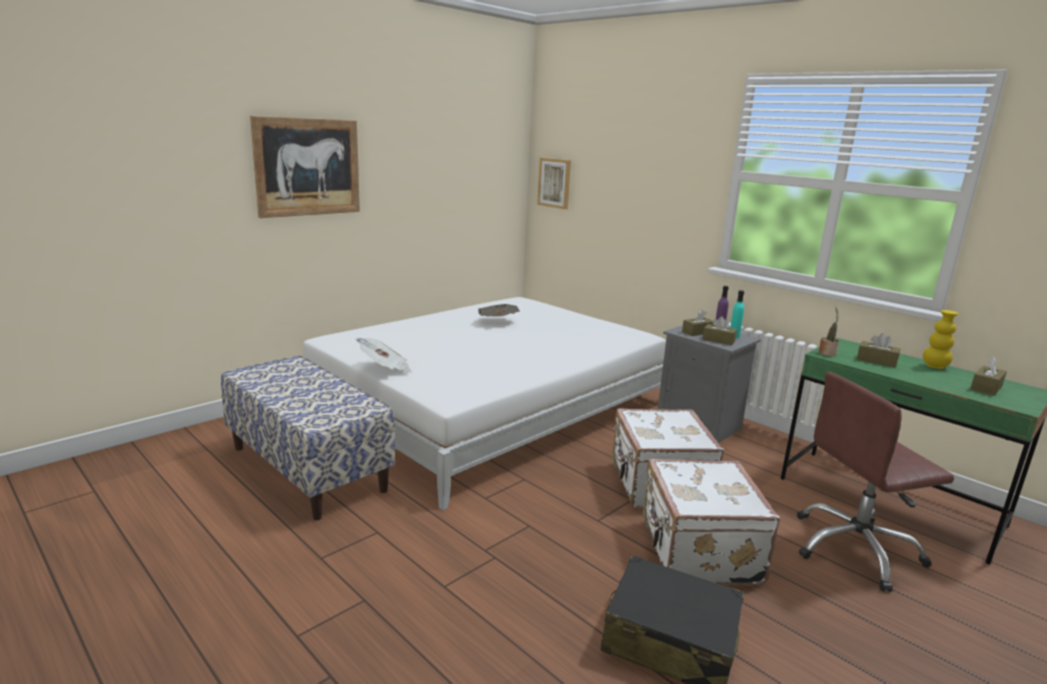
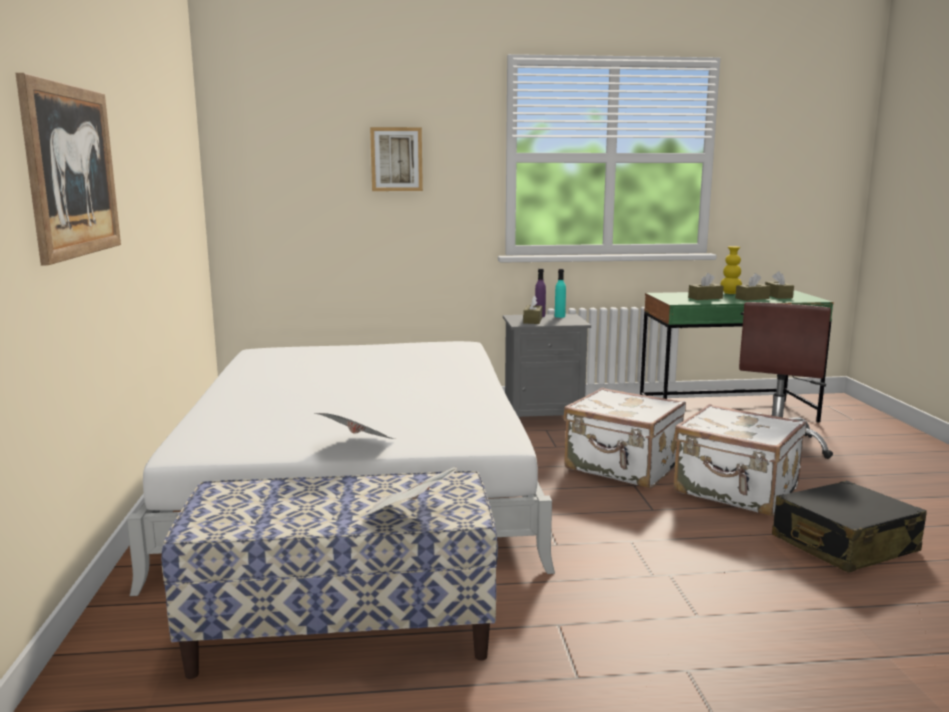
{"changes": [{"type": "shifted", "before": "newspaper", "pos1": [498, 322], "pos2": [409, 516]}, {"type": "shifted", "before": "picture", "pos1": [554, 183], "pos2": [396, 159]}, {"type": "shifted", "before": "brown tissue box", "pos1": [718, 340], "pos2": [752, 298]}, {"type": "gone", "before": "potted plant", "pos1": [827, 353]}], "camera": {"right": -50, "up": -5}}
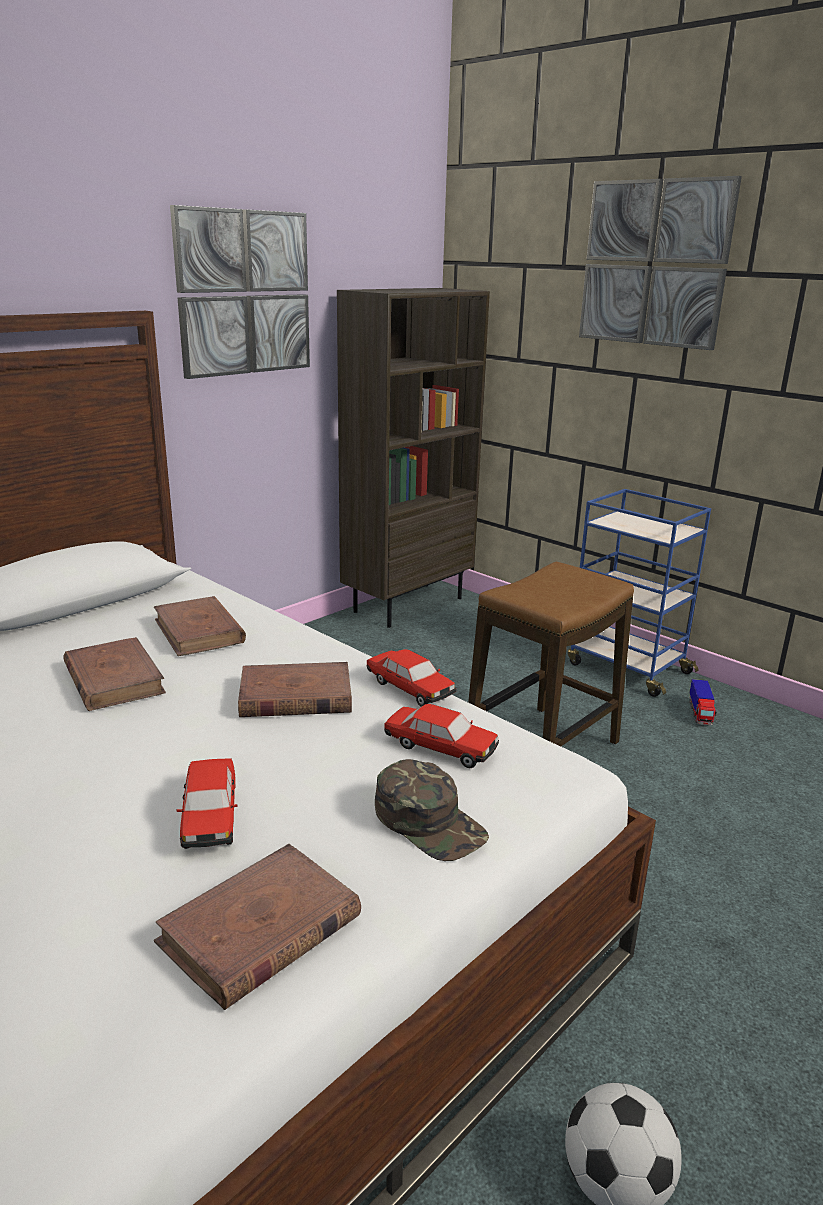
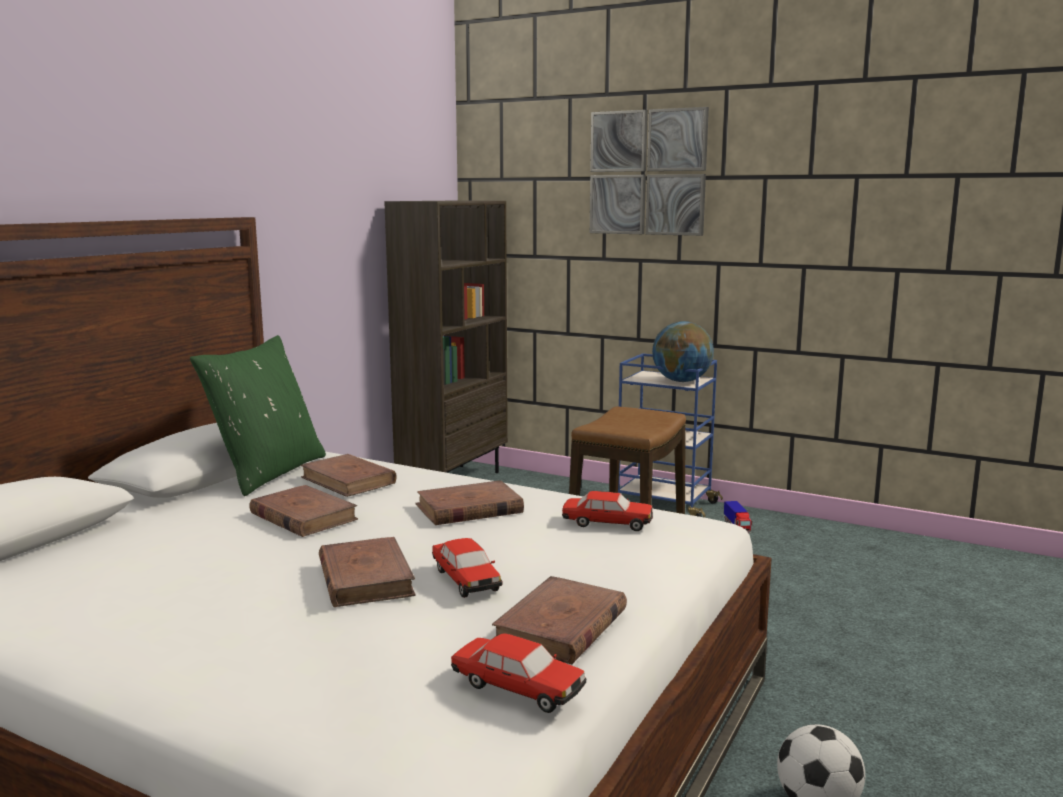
{"changes": [{"type": "new", "after": "green pillow", "pos2": [268, 472]}, {"type": "new", "after": "brown book", "pos2": [365, 577]}, {"type": "shifted", "before": "toy car", "pos1": [409, 688], "pos2": [517, 687]}, {"type": "new", "after": "globe", "pos2": [681, 381]}, {"type": "gone", "before": "picture", "pos1": [244, 293]}, {"type": "gone", "before": "green cap", "pos1": [430, 821]}], "camera": {"right": -15, "up": -10}}
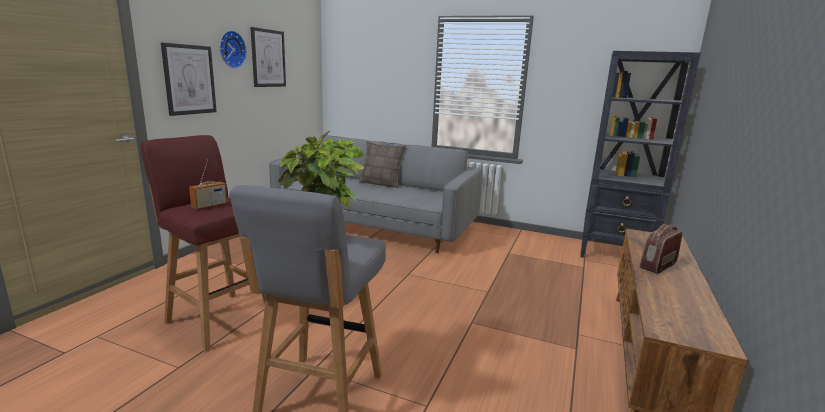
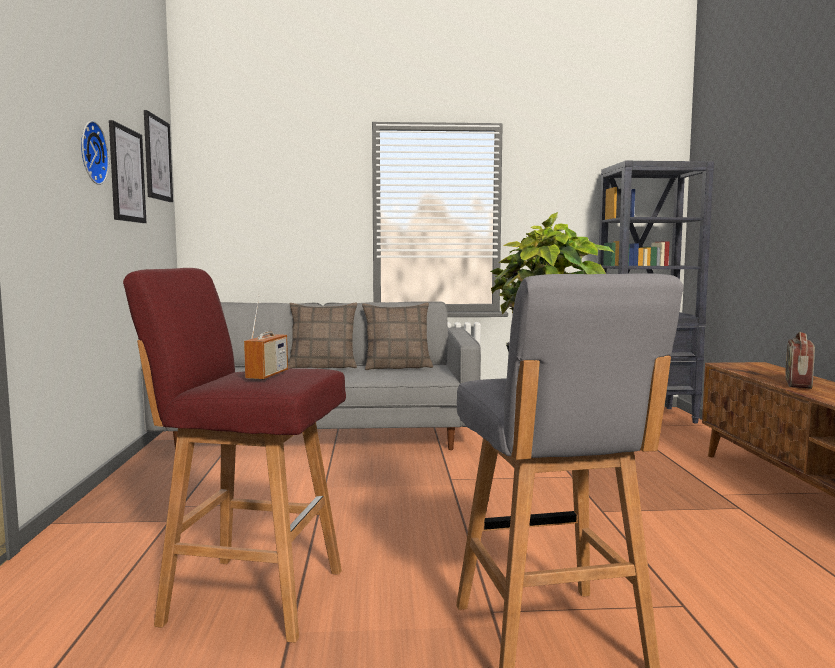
{"changes": [{"type": "shifted", "before": "picture", "pos1": [189, 79], "pos2": [157, 158]}, {"type": "new", "after": "pillow", "pos2": [397, 367]}], "camera": {"right": -25, "up": -10}}
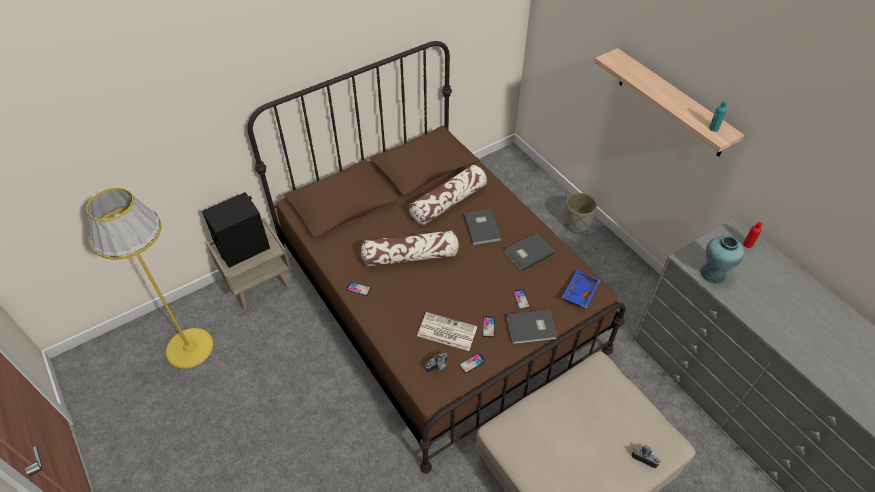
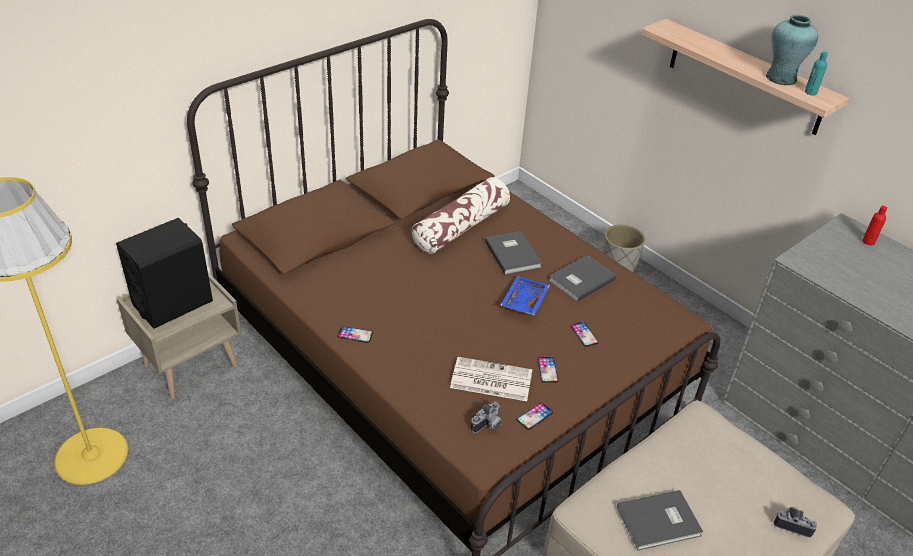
{"changes": [{"type": "shifted", "before": "blue tray", "pos1": [579, 292], "pos2": [523, 301]}, {"type": "shifted", "before": "grey book", "pos1": [532, 328], "pos2": [660, 522]}, {"type": "shifted", "before": "turquoise vase", "pos1": [712, 274], "pos2": [780, 78]}, {"type": "gone", "before": "pillow", "pos1": [410, 256]}], "camera": {"right": -10, "up": -10}}
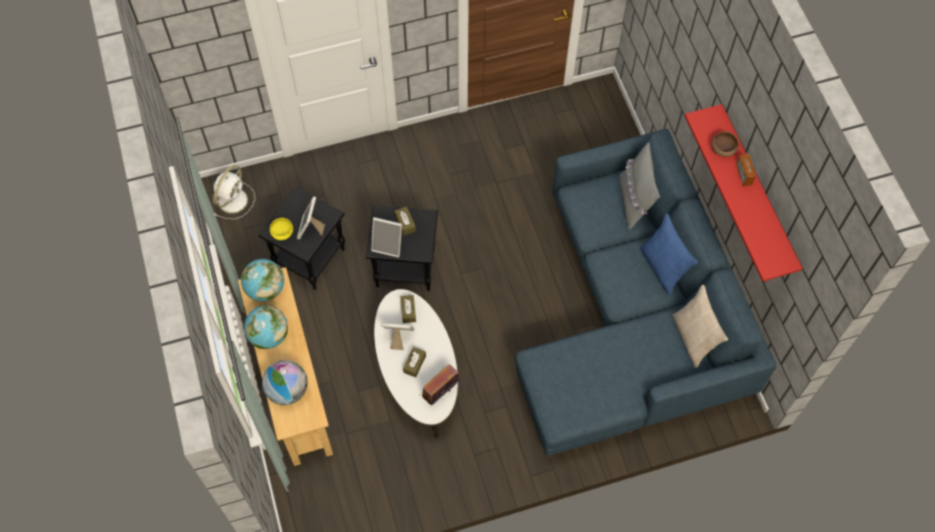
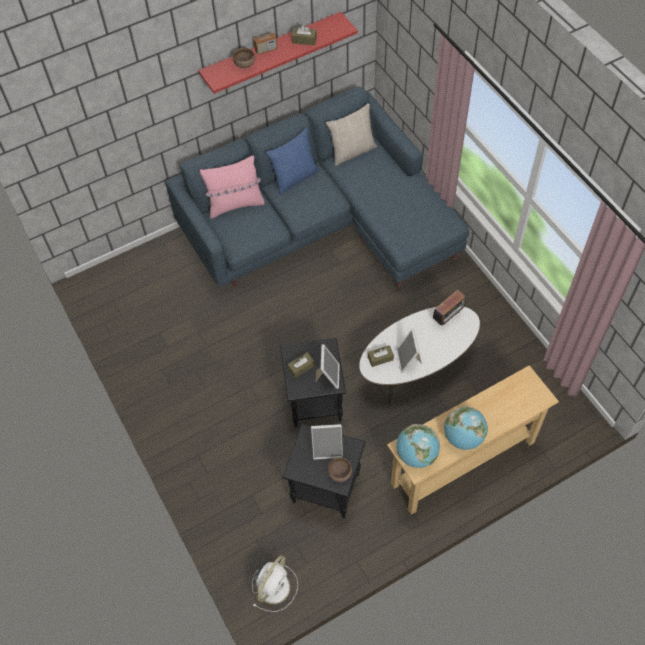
{"changes": [{"type": "repainted", "before": "grey pillow", "after": "pink pillow", "pos1": [634, 202], "pos2": [235, 204]}, {"type": "rotated", "before": "white fan", "pos1": [233, 199], "pos2": [274, 586], "turn": 105}, {"type": "shifted", "before": "brown tissue box", "pos1": [414, 364], "pos2": [304, 40]}, {"type": "repainted", "before": "yellow bowl", "after": "brown bowl", "pos1": [282, 233], "pos2": [340, 473]}, {"type": "rotated", "before": "radio", "pos1": [440, 392], "pos2": [448, 317], "turn": -75}, {"type": "gone", "before": "globe", "pos1": [287, 390]}], "camera": {"right": -100, "up": -5}}
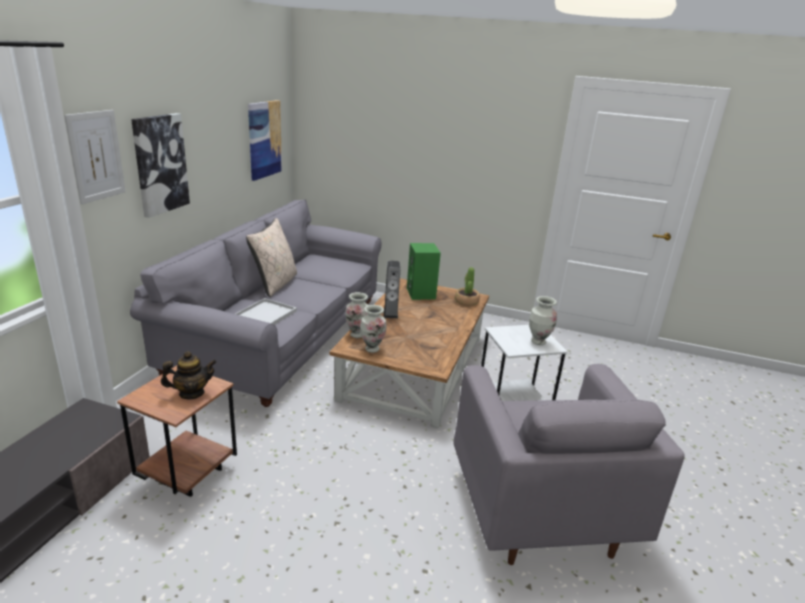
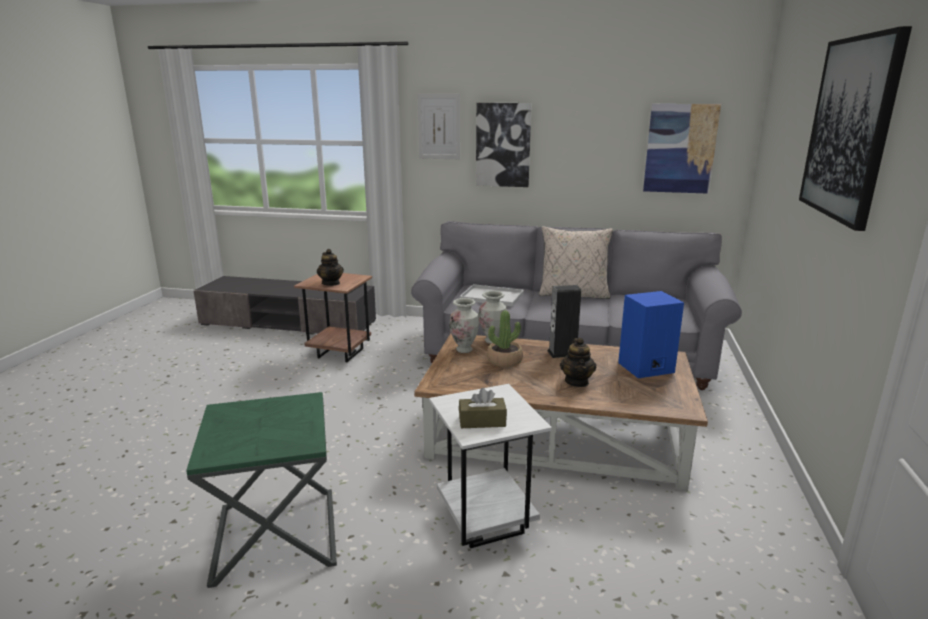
{"changes": [{"type": "swapped", "before": "grey armchair", "after": "green side table", "pos1": [538, 510], "pos2": [276, 536]}, {"type": "swapped", "before": "vase", "after": "brown tissue box", "pos1": [538, 341], "pos2": [482, 421]}, {"type": "shifted", "before": "potted plant", "pos1": [466, 301], "pos2": [504, 360]}, {"type": "new", "after": "teapot", "pos2": [577, 382]}, {"type": "repainted", "before": "green speaker", "after": "blue speaker", "pos1": [421, 294], "pos2": [645, 368]}, {"type": "new", "after": "picture", "pos2": [849, 128]}], "camera": {"right": 85, "up": -5}}
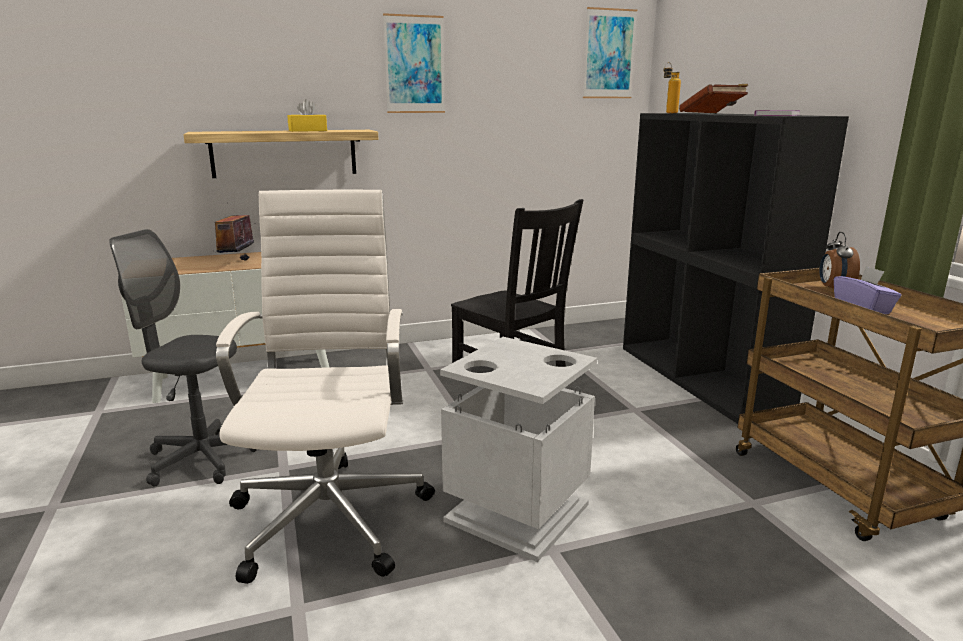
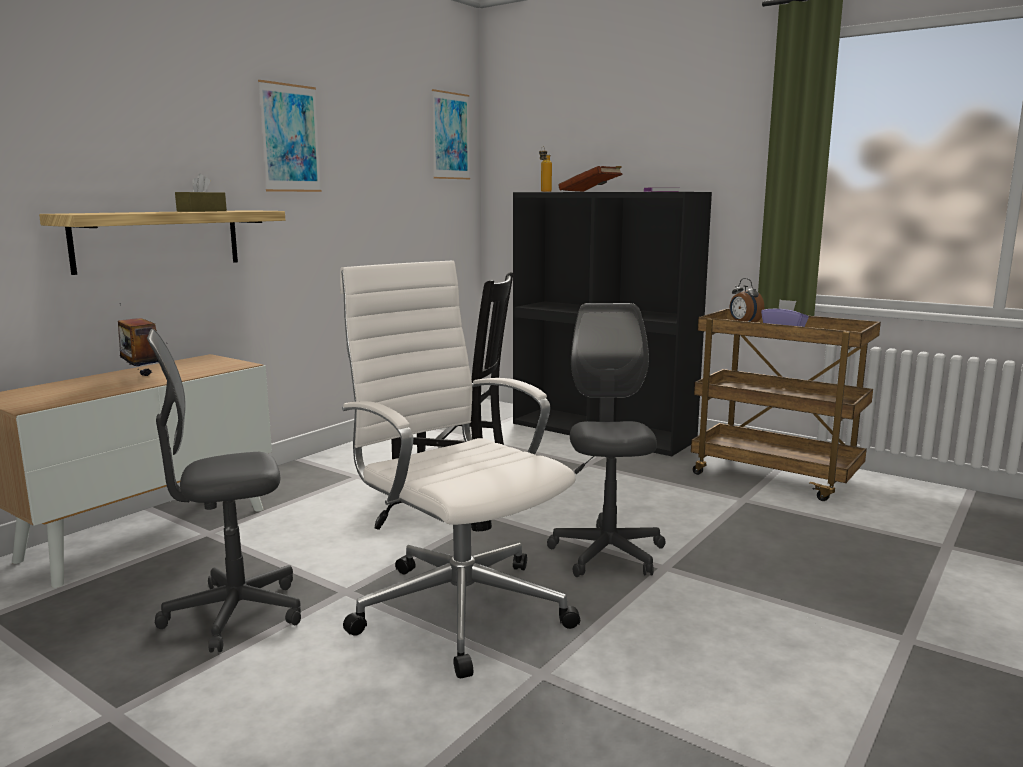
{"changes": [{"type": "repainted", "before": "yellow tissue box", "after": "brown tissue box", "pos1": [308, 131], "pos2": [202, 211]}, {"type": "swapped", "before": "grey trash can", "after": "grey office chair", "pos1": [518, 513], "pos2": [607, 554]}], "camera": {"right": -35, "up": -5}}
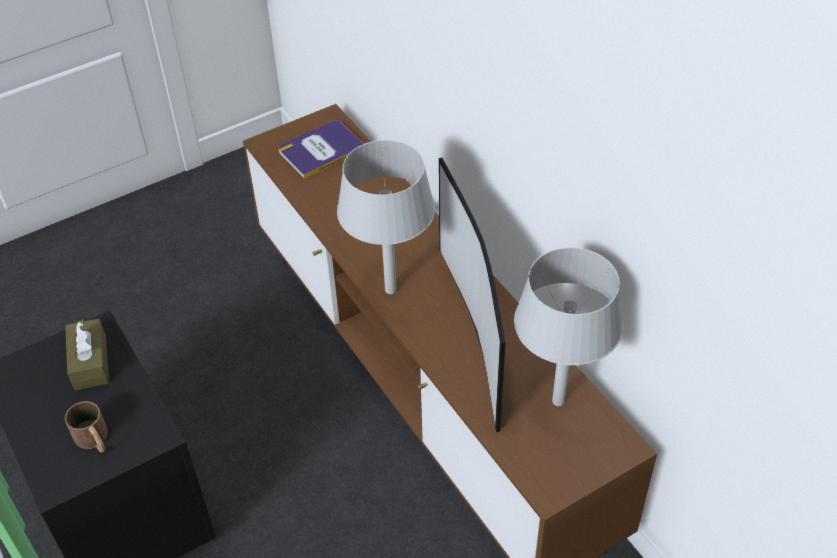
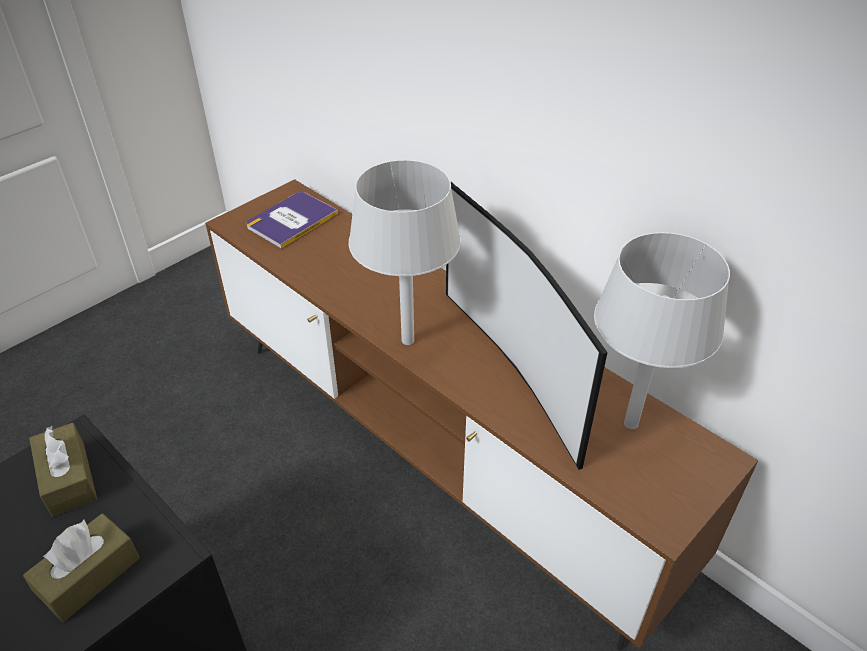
{"changes": [{"type": "swapped", "before": "brown mug", "after": "brown tissue box", "pos1": [94, 440], "pos2": [89, 576]}], "camera": {"right": -15, "up": -5}}
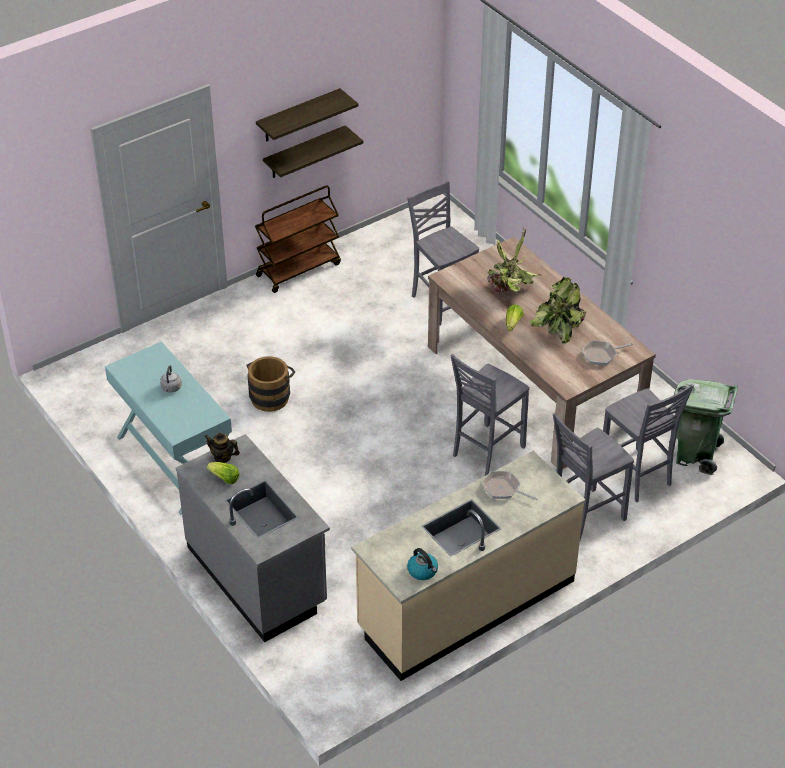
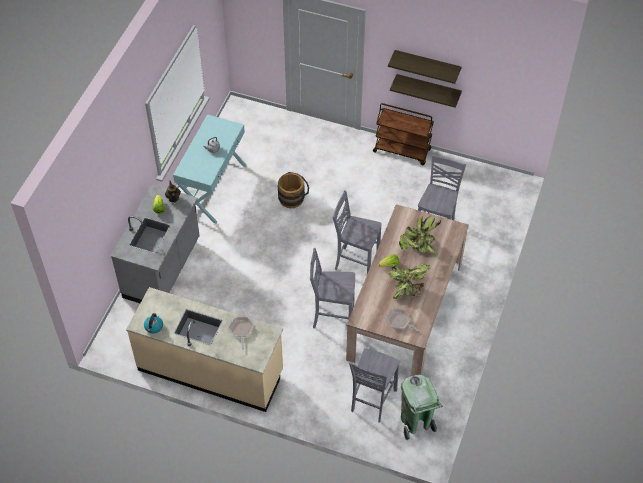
{"changes": [{"type": "shifted", "before": "grey chair", "pos1": [584, 517], "pos2": [355, 263]}], "camera": {"right": 55, "up": 10}}
